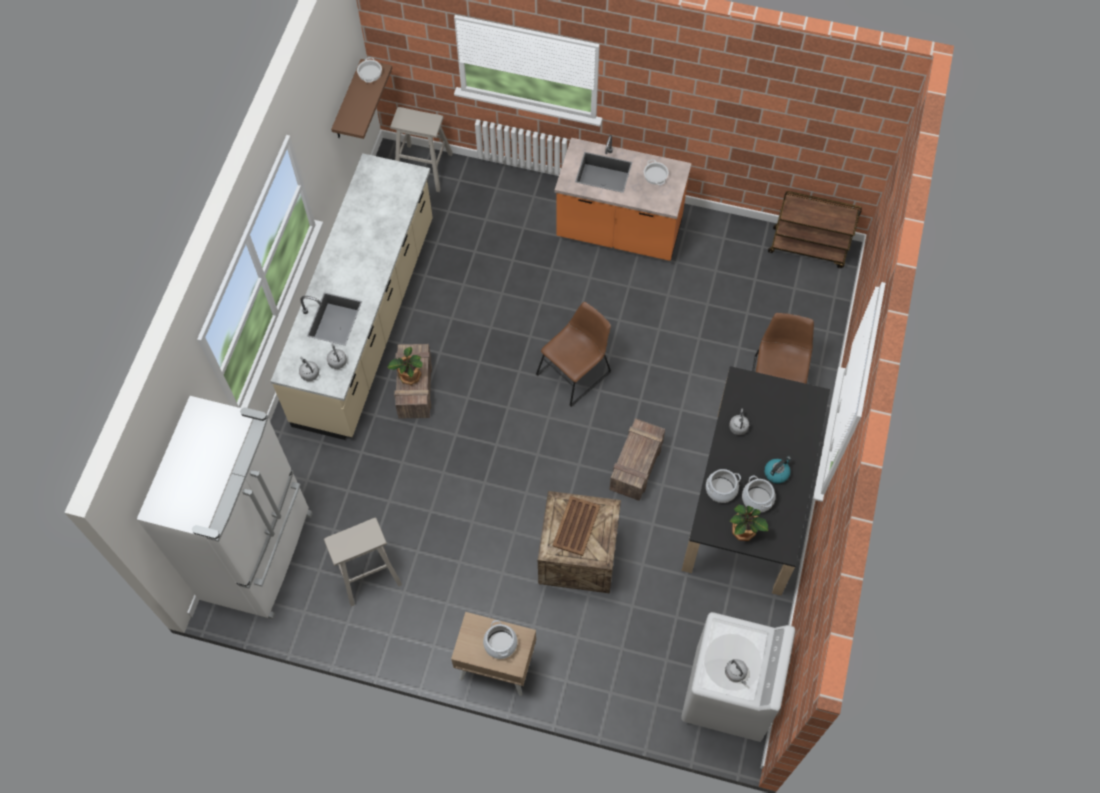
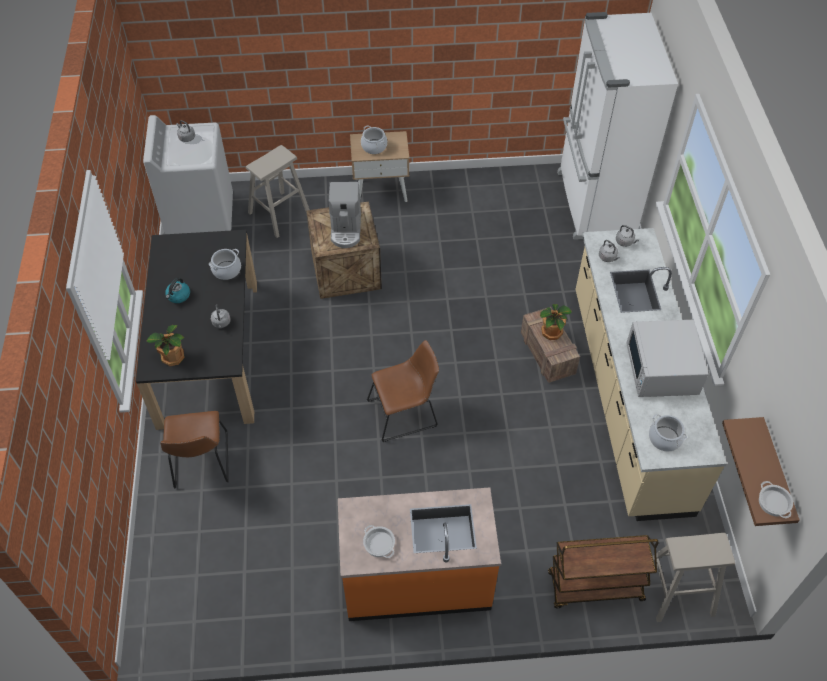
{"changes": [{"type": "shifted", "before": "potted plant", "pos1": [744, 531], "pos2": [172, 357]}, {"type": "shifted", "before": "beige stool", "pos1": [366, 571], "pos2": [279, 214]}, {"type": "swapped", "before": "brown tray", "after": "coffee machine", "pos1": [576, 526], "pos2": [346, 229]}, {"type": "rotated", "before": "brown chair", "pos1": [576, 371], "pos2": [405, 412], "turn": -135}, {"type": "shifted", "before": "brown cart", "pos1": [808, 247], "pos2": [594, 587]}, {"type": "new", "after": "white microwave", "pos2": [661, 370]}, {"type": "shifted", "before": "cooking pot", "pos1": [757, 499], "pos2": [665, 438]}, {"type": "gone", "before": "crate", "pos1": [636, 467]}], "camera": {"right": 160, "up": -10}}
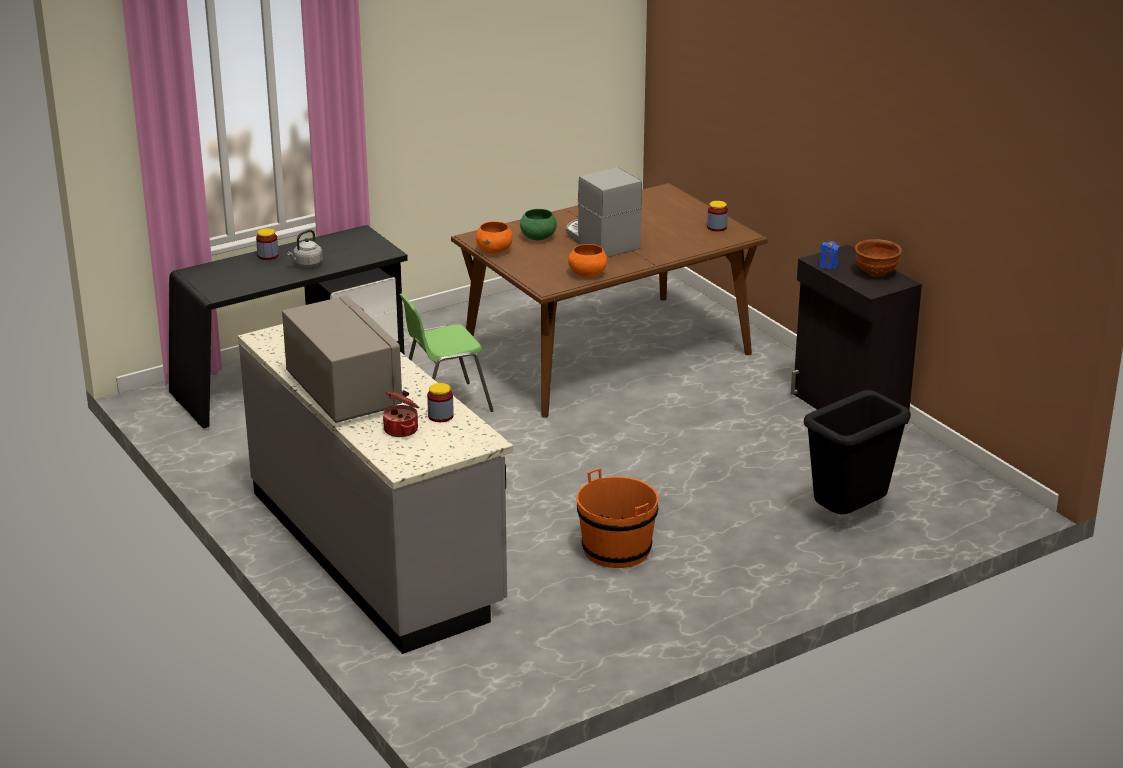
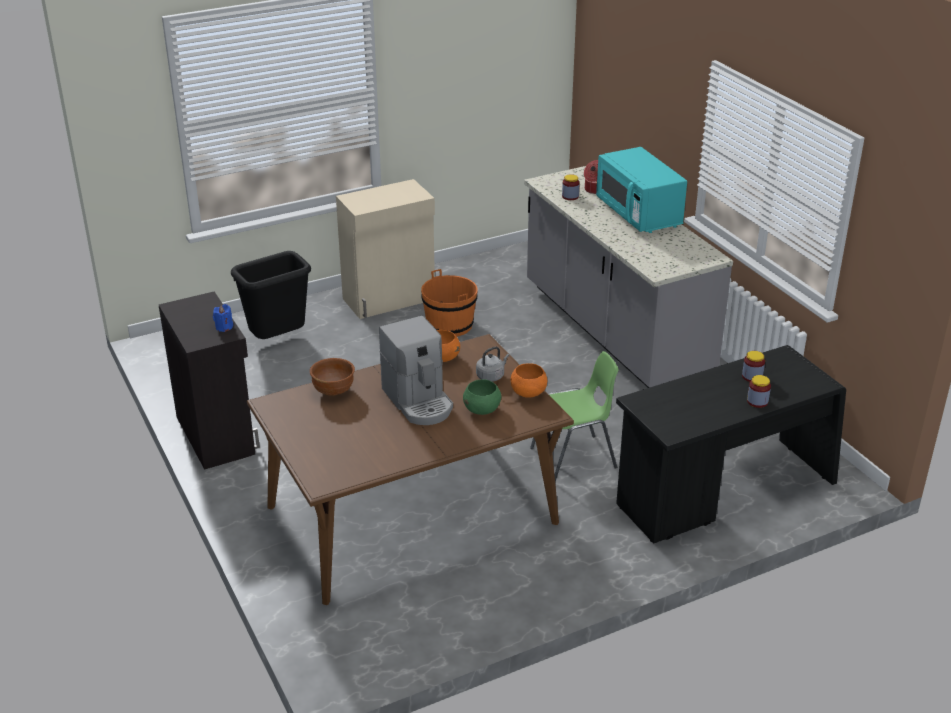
{"changes": [{"type": "shifted", "before": "brown bowl", "pos1": [875, 273], "pos2": [334, 391]}, {"type": "new", "after": "beige cabinet", "pos2": [390, 299]}, {"type": "shifted", "before": "grey kettle", "pos1": [307, 264], "pos2": [491, 376]}, {"type": "repainted", "before": "grey microwave", "after": "turquoise microwave", "pos1": [343, 393], "pos2": [638, 214]}, {"type": "shifted", "before": "jar", "pos1": [717, 227], "pos2": [752, 377]}], "camera": {"right": -175, "up": 5}}
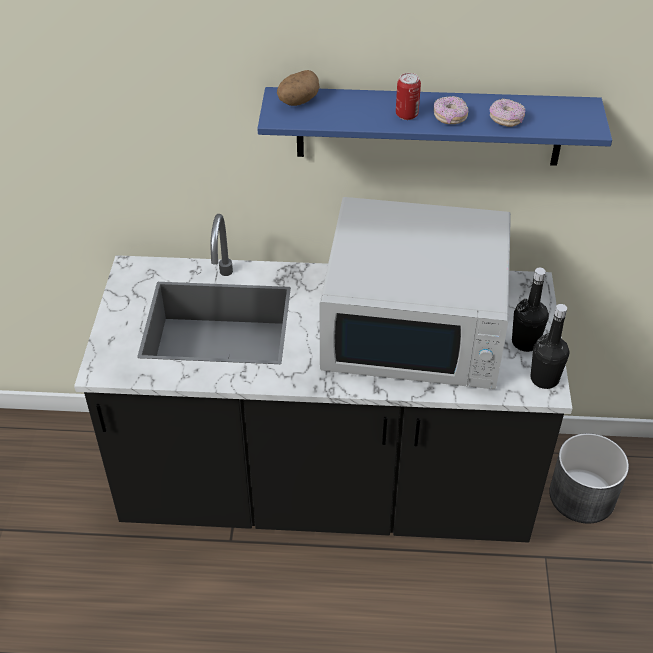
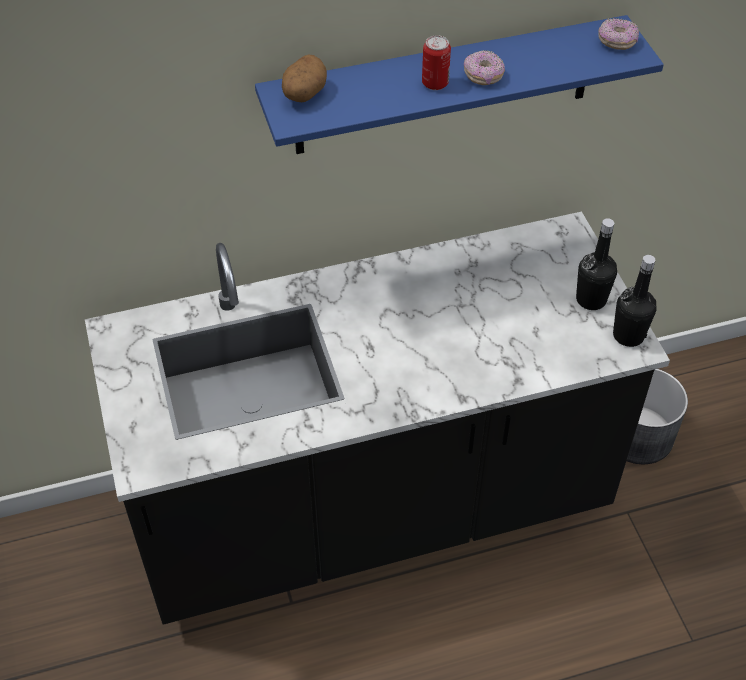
{"changes": [{"type": "shifted", "before": "donut", "pos1": [506, 120], "pos2": [616, 42]}, {"type": "gone", "before": "white microwave", "pos1": [415, 326]}], "camera": {"right": -20, "up": 5}}
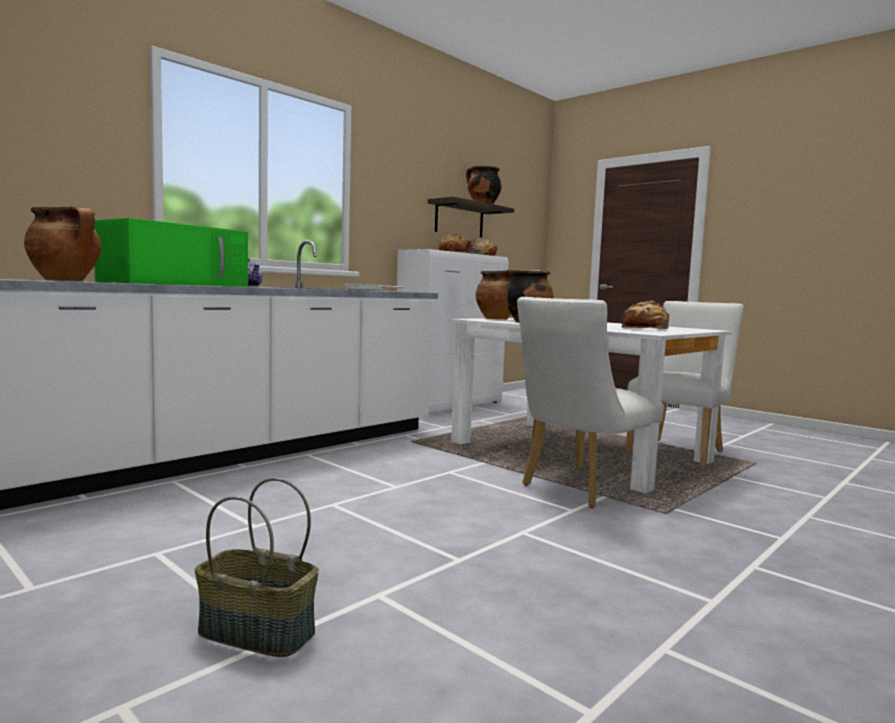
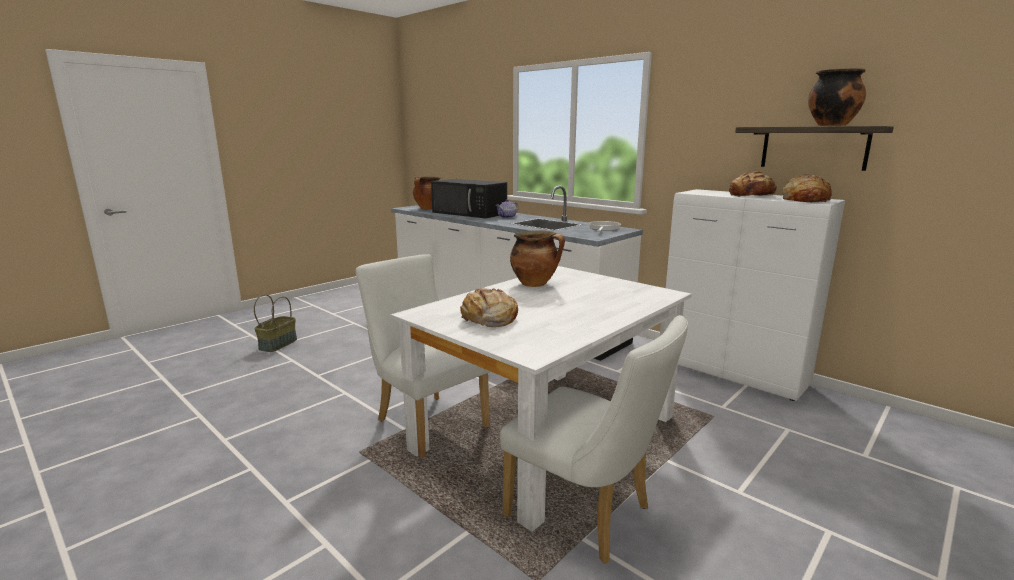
{"changes": [{"type": "repainted", "before": "green microwave", "after": "black microwave", "pos1": [177, 284], "pos2": [470, 213]}, {"type": "gone", "before": "cooking pot", "pos1": [498, 319]}], "camera": {"right": 90, "up": 10}}
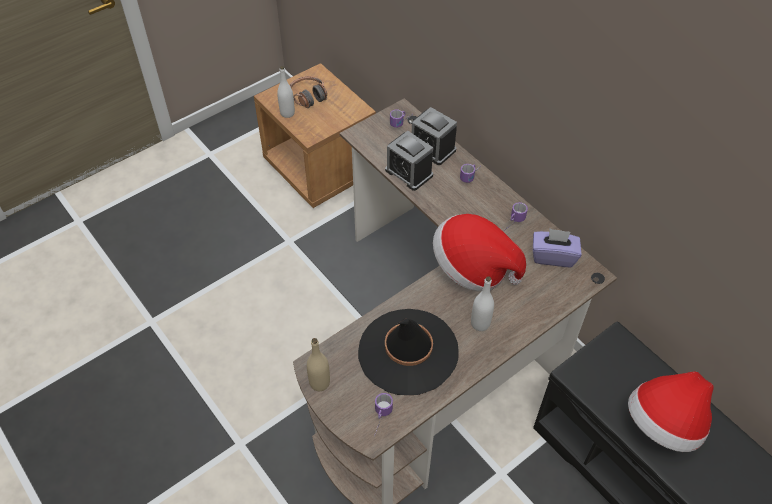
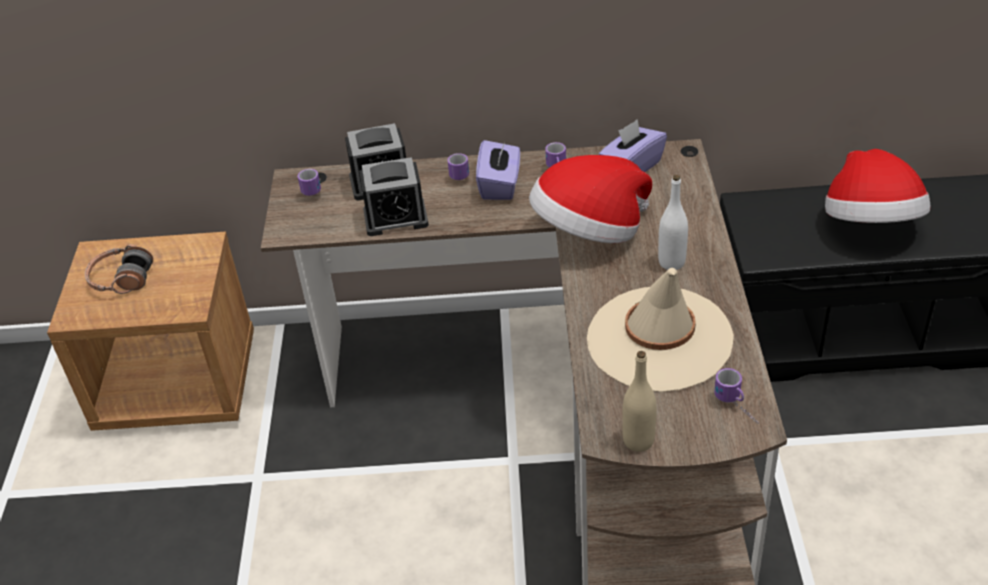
{"changes": [{"type": "new", "after": "purple tissue box", "pos2": [500, 185]}, {"type": "repainted", "before": "black hat", "after": "beige hat", "pos1": [407, 351], "pos2": [659, 339]}, {"type": "gone", "before": "white bottle", "pos1": [287, 113]}], "camera": {"right": -50, "up": -10}}
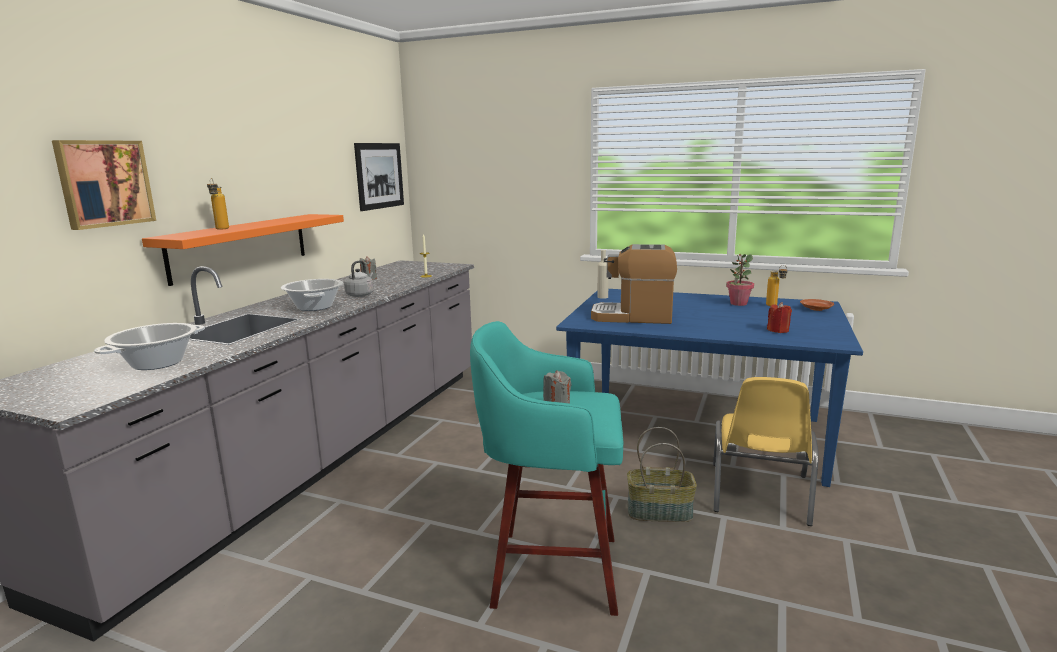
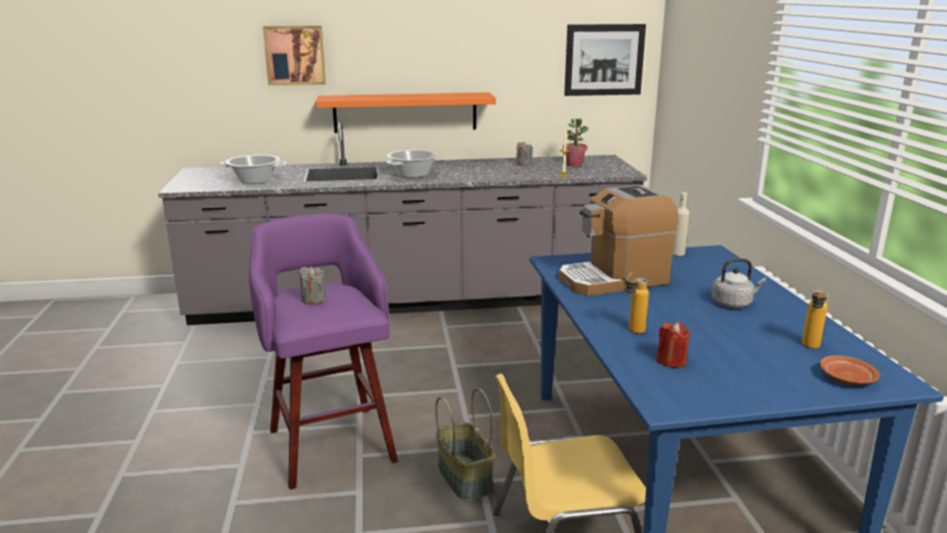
{"changes": [{"type": "repainted", "before": "turquoise stool", "after": "purple stool", "pos1": [550, 570], "pos2": [331, 443]}, {"type": "rotated", "before": "coffee machine", "pos1": [633, 317], "pos2": [614, 279], "turn": -90}, {"type": "shifted", "before": "potted plant", "pos1": [738, 303], "pos2": [574, 164]}, {"type": "shifted", "before": "bottle", "pos1": [221, 229], "pos2": [632, 332]}, {"type": "shifted", "before": "grey kettle", "pos1": [361, 295], "pos2": [733, 303]}], "camera": {"right": 60, "up": 5}}
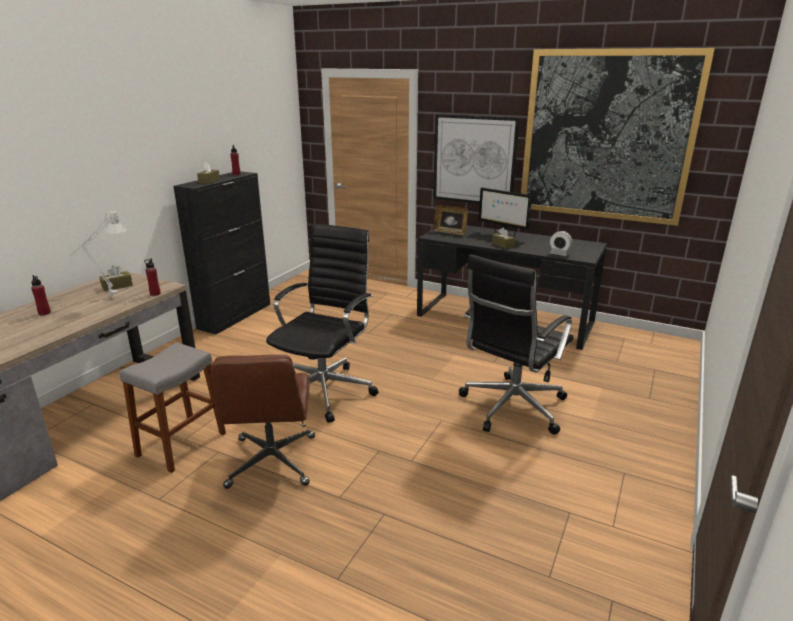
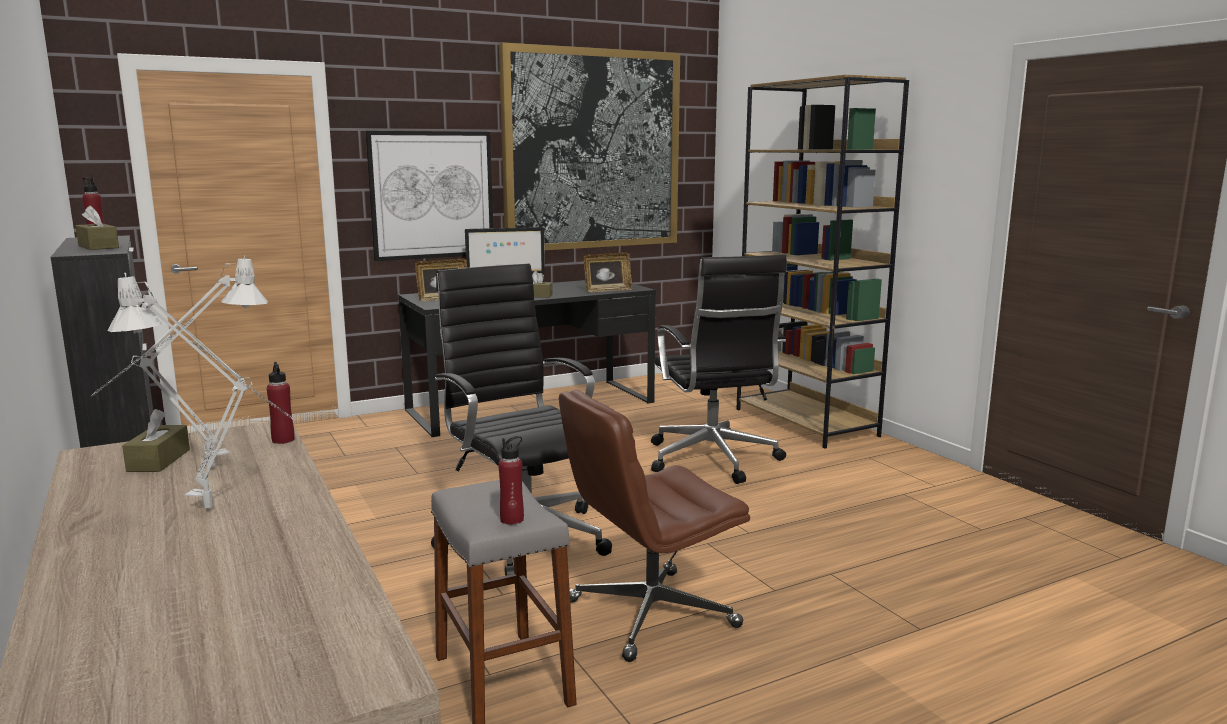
{"changes": [{"type": "new", "after": "grey table lamp", "pos2": [219, 511]}, {"type": "shifted", "before": "red bottle", "pos1": [44, 313], "pos2": [512, 519]}, {"type": "rotated", "before": "brown office chair", "pos1": [272, 462], "pos2": [650, 615], "turn": 120}, {"type": "swapped", "before": "alarm clock", "after": "picture frame", "pos1": [559, 254], "pos2": [607, 290]}, {"type": "new", "after": "brown bookcase", "pos2": [806, 422]}], "camera": {"right": -55, "up": -10}}
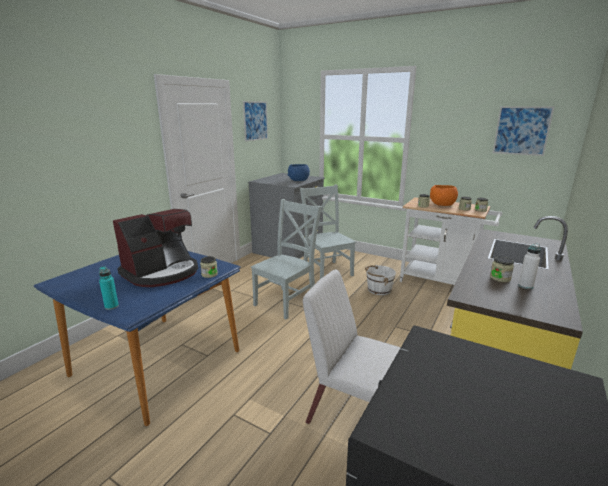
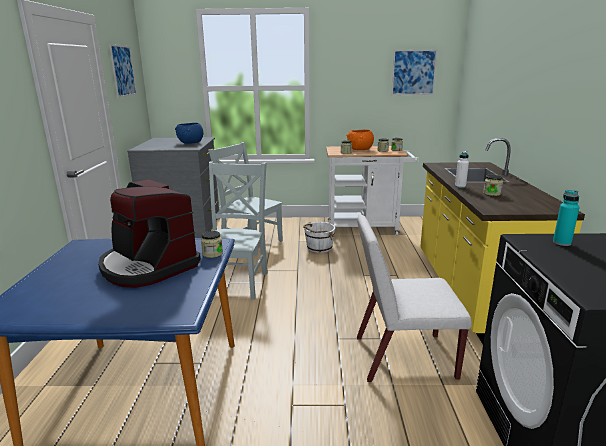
{"changes": [{"type": "rotated", "before": "coffee machine", "pos1": [162, 273], "pos2": [148, 266], "turn": 120}, {"type": "shifted", "before": "white bottle", "pos1": [525, 286], "pos2": [460, 186]}, {"type": "shifted", "before": "turquoise bottle", "pos1": [111, 306], "pos2": [561, 243]}], "camera": {"right": -30, "up": 0}}
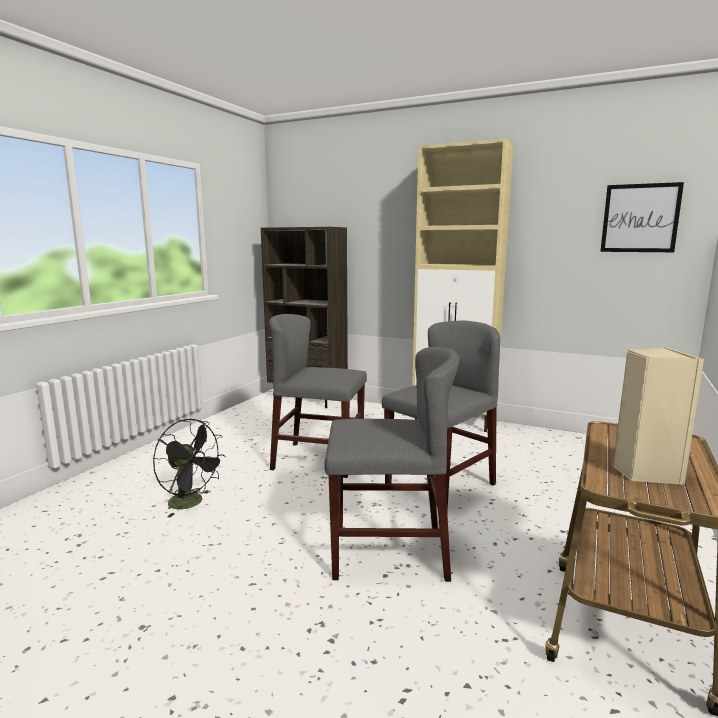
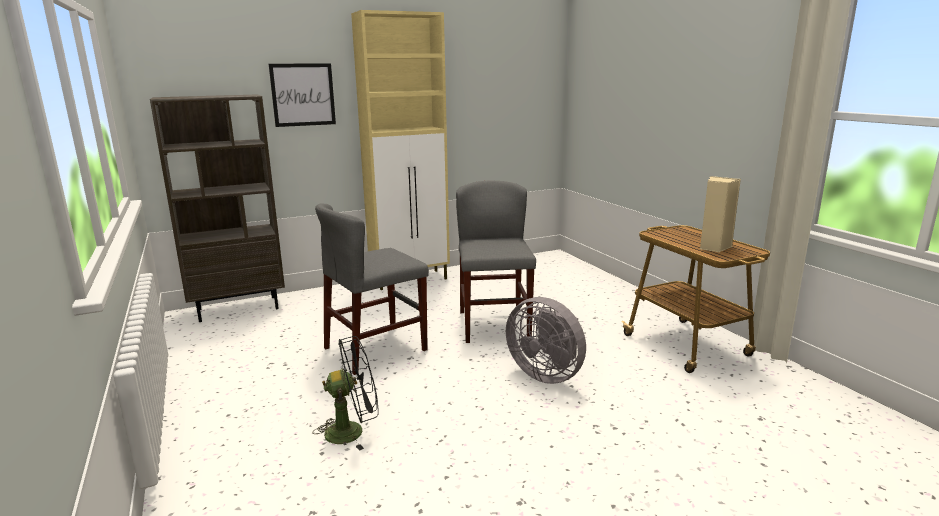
{"changes": [{"type": "shifted", "before": "picture", "pos1": [640, 218], "pos2": [303, 95]}, {"type": "swapped", "before": "grey chair", "after": "grey fan", "pos1": [388, 551], "pos2": [546, 374]}], "camera": {"right": -50, "up": 5}}
